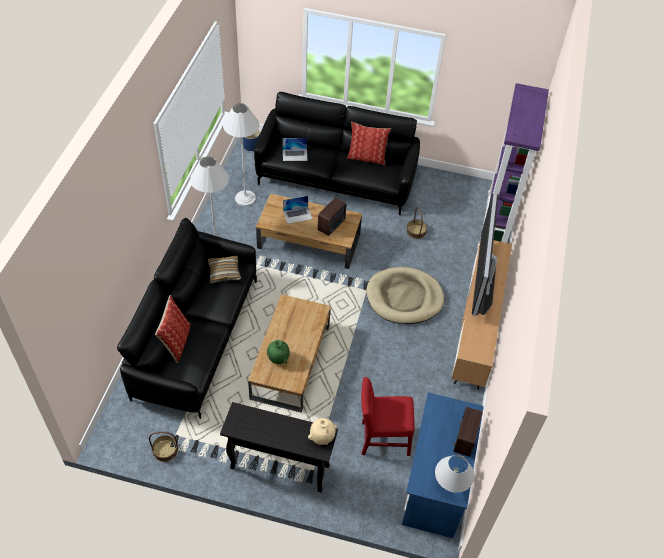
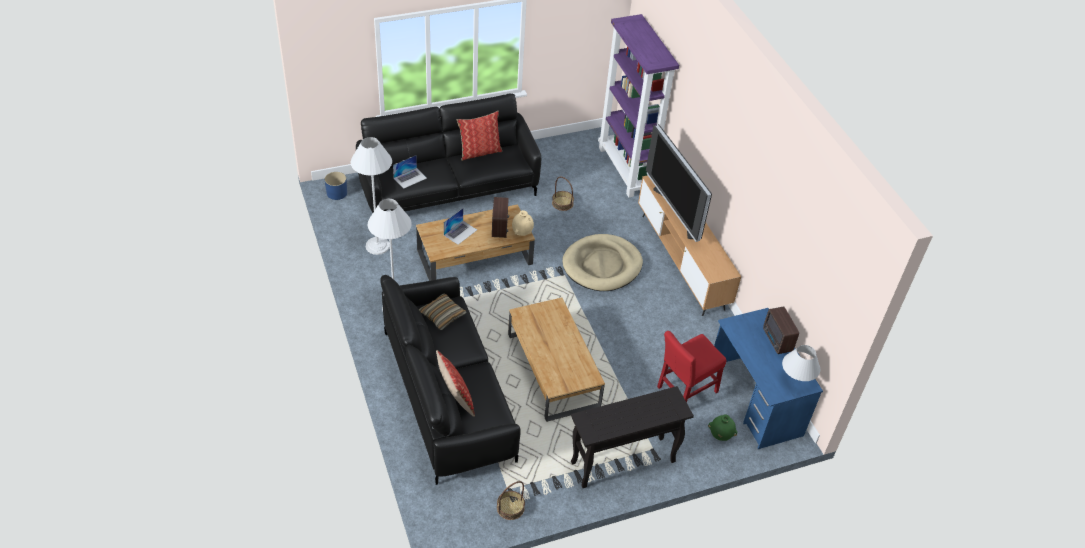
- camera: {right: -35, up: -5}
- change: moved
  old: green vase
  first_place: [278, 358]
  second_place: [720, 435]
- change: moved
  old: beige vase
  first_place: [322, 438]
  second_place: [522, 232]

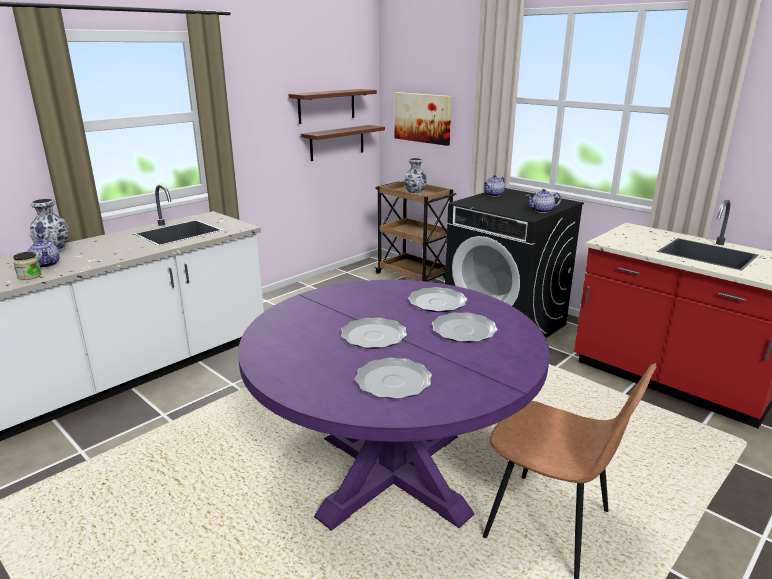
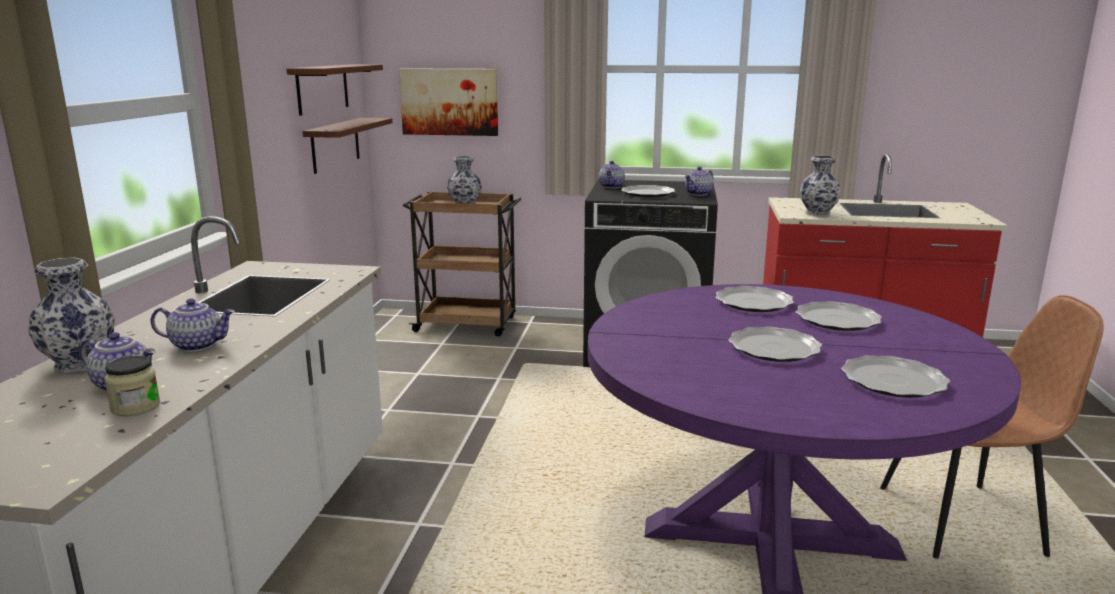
- camera: {right: -35, up: -5}
- change: added
  new: vase
  second_place: [816, 213]
- change: added
  new: plate
  second_place: [647, 193]
- change: added
  new: teapot
  second_place: [198, 345]

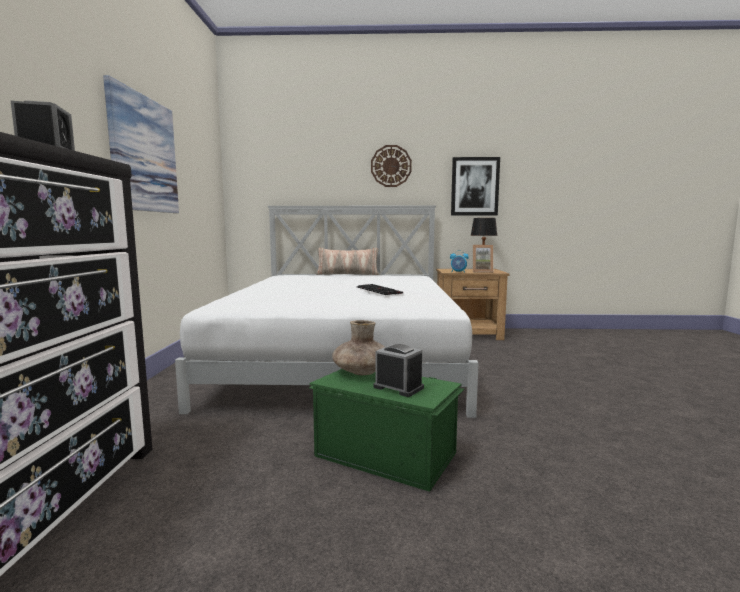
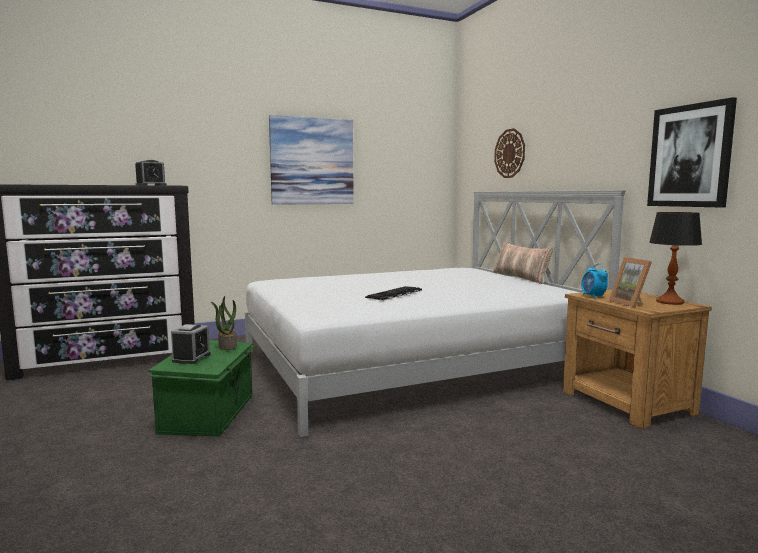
- camera: {right: 65, up: 0}
- change: moved
  old: wall clock
  first_place: [391, 166]
  second_place: [510, 153]
- change: replaced
  old: brown vase
  new: potted plant
  first_place: [361, 372]
  second_place: [227, 346]

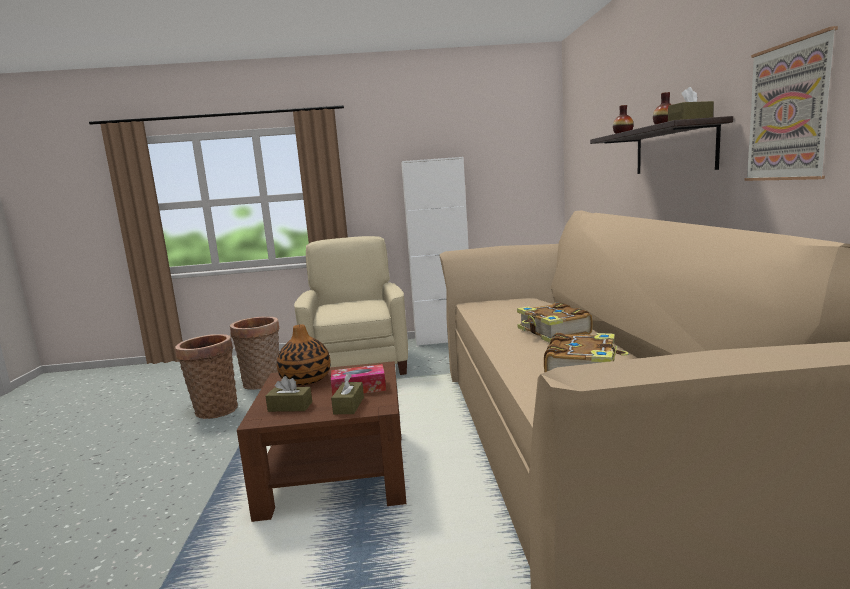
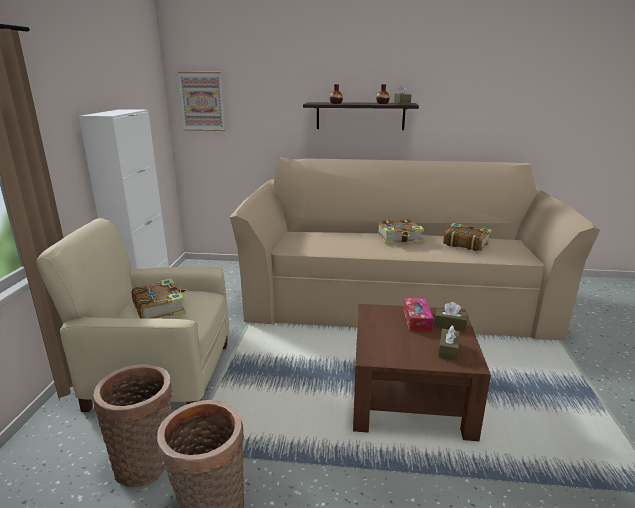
- camera: {right: -80, up: 10}
- change: moved
  old: picture
  first_place: [788, 112]
  second_place: [202, 101]
- change: removed
  old: vase
  first_place: [306, 379]
- change: added
  new: book
  second_place: [160, 307]

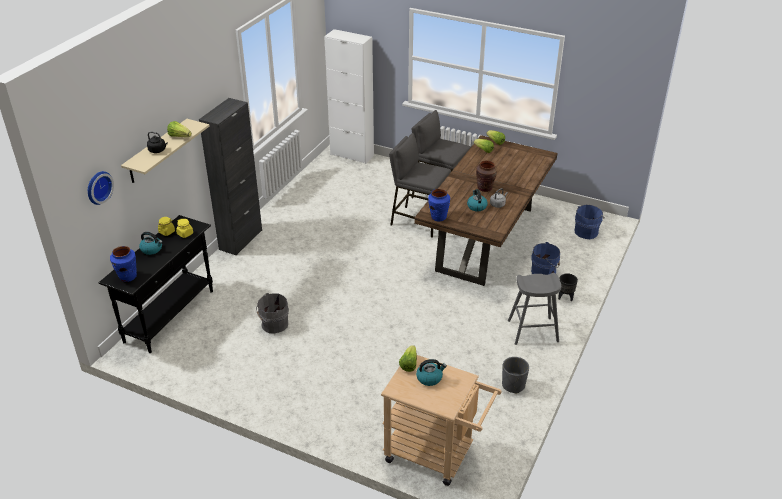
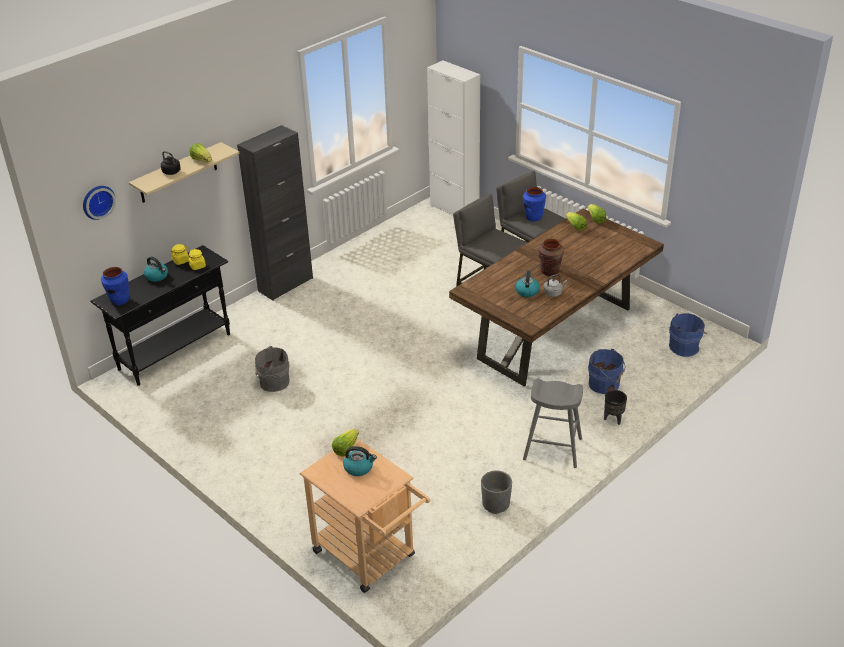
- camera: {right: 20, up: 0}
- change: moved
  old: blue vase
  first_place: [438, 217]
  second_place: [533, 217]

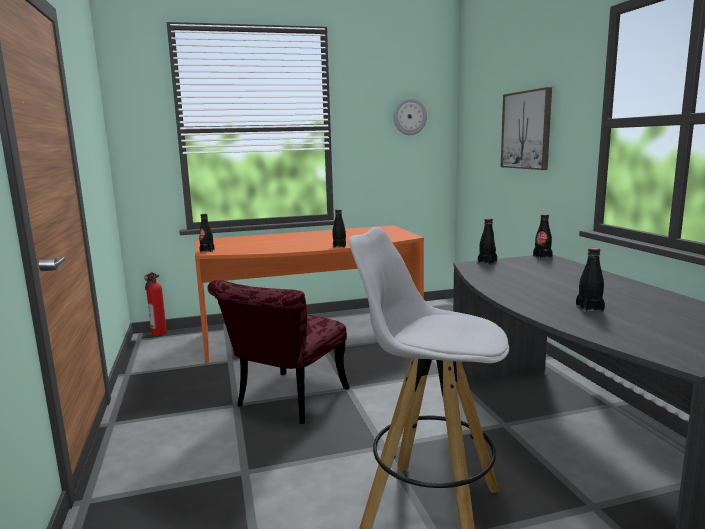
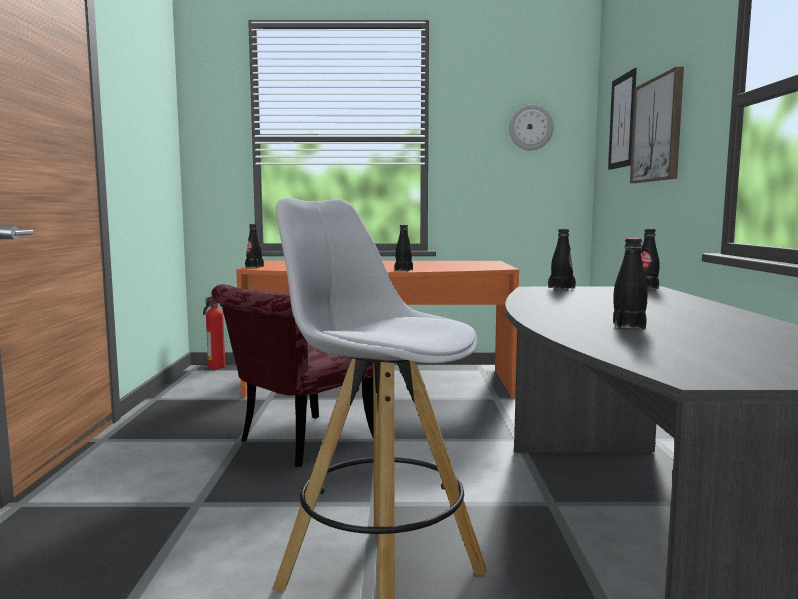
- camera: {right: 15, up: -5}
- change: added
  new: picture
  second_place: [622, 121]

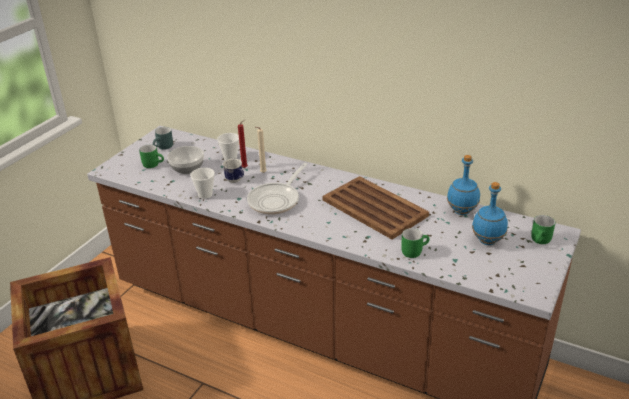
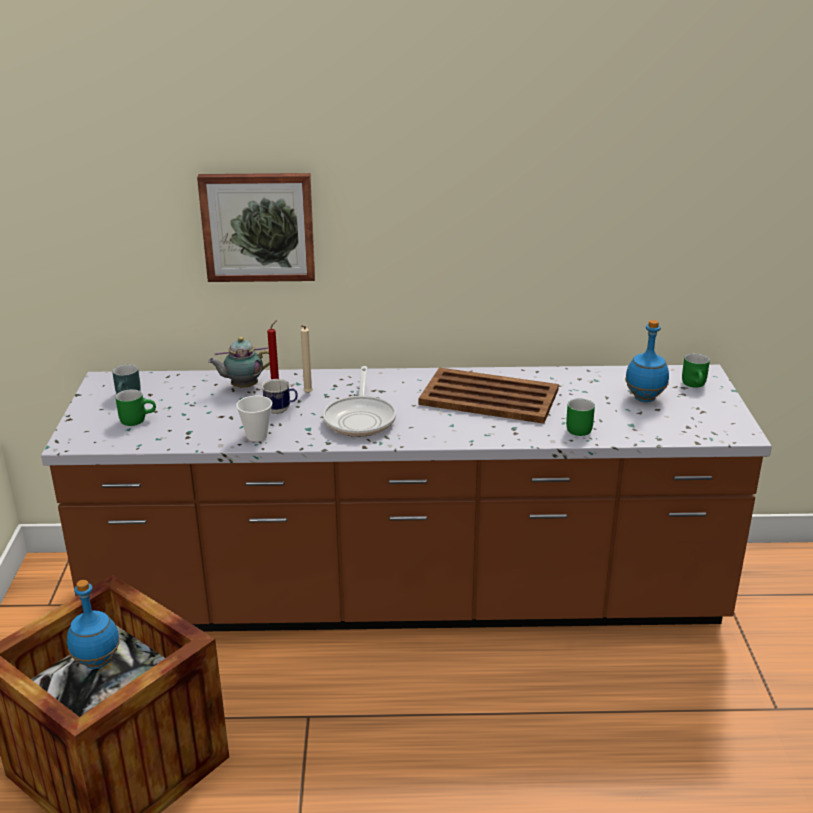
- camera: {right: -30, up: -5}
- change: replaced
  old: cup
  new: teapot
  first_place: [230, 158]
  second_place: [242, 387]
- change: removed
  old: bowl
  first_place: [188, 169]
- change: moved
  old: blue bottle
  first_place: [462, 211]
  second_place: [98, 661]
- change: added
  new: picture
  second_place: [258, 226]

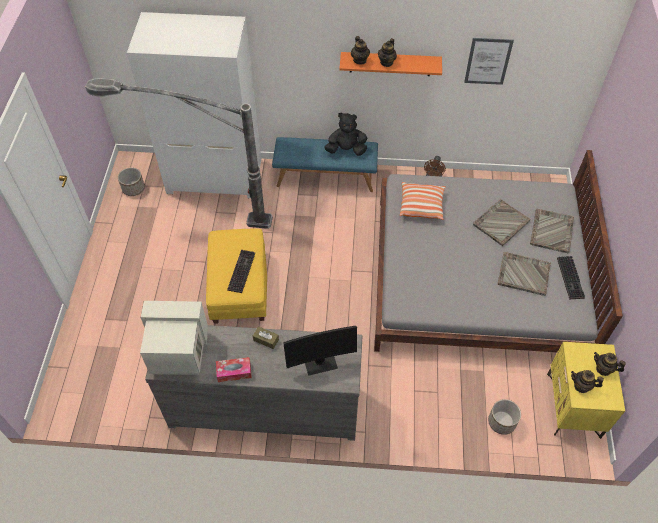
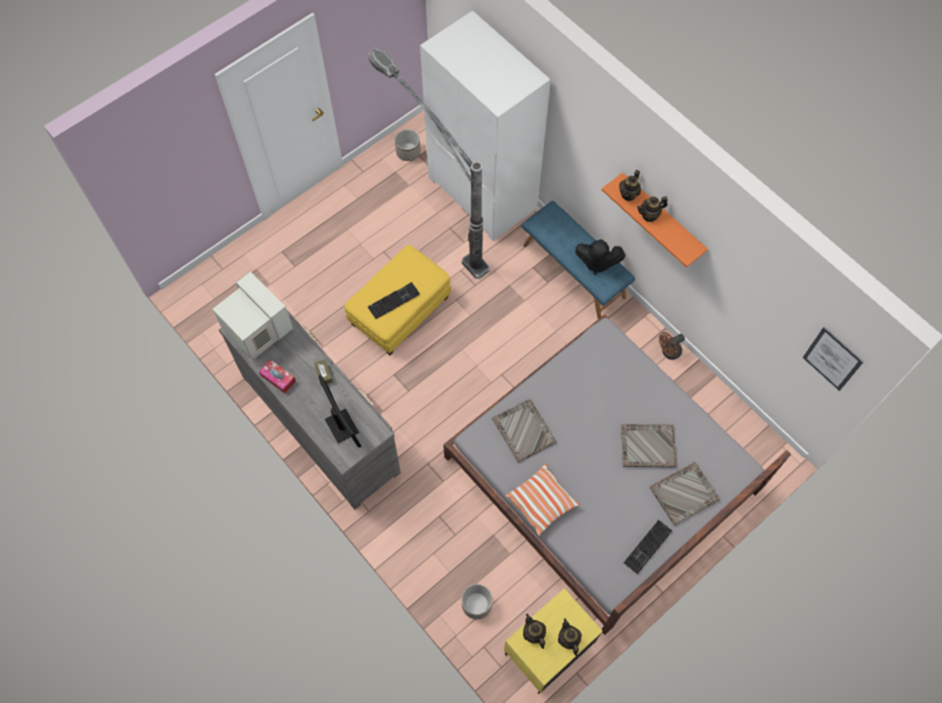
- camera: {right: 45, up: 10}
- change: moved
  old: picture
  first_place: [488, 61]
  second_place: [832, 358]
- change: turned
  old: black plush toy
  first_place: [346, 150]
  second_place: [596, 262]
  degrees: 150
- change: moved
  old: pillow
  first_place: [421, 206]
  second_place: [542, 502]
- change: moved
  old: grey tray
  first_place: [523, 274]
  second_place: [523, 430]
- change: turned
  old: monitor
  first_place: [320, 362]
  second_place: [341, 426]
  degrees: -150

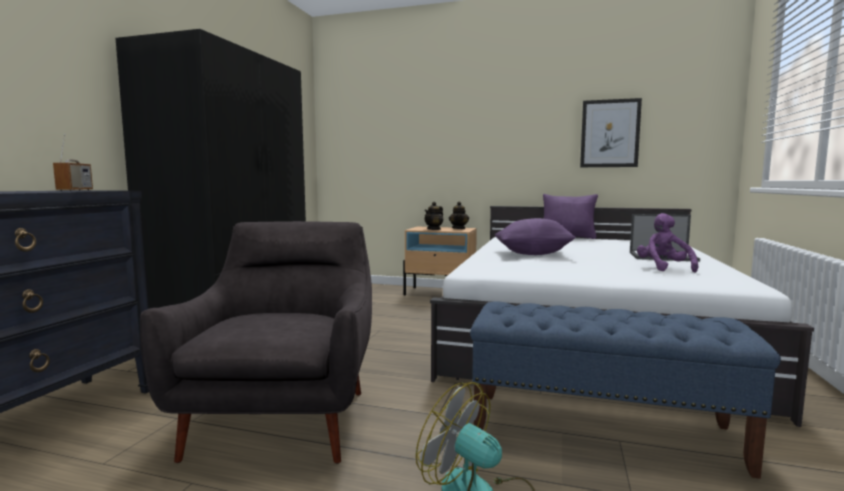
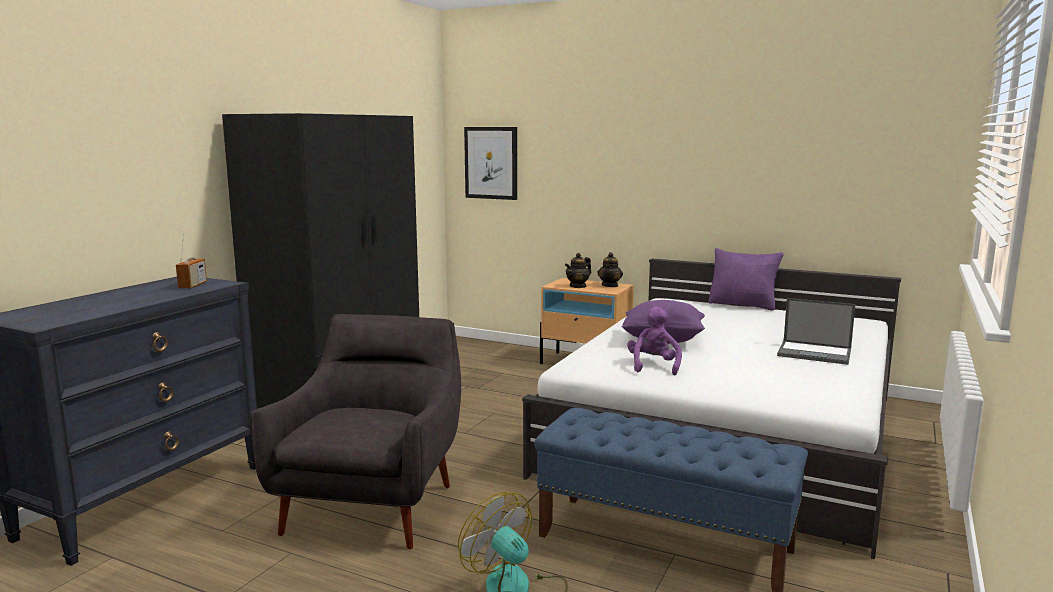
- camera: {right: 10, up: 5}
- change: moved
  old: picture
  first_place: [609, 133]
  second_place: [491, 163]
- change: moved
  old: purple plush toy
  first_place: [663, 268]
  second_place: [653, 366]

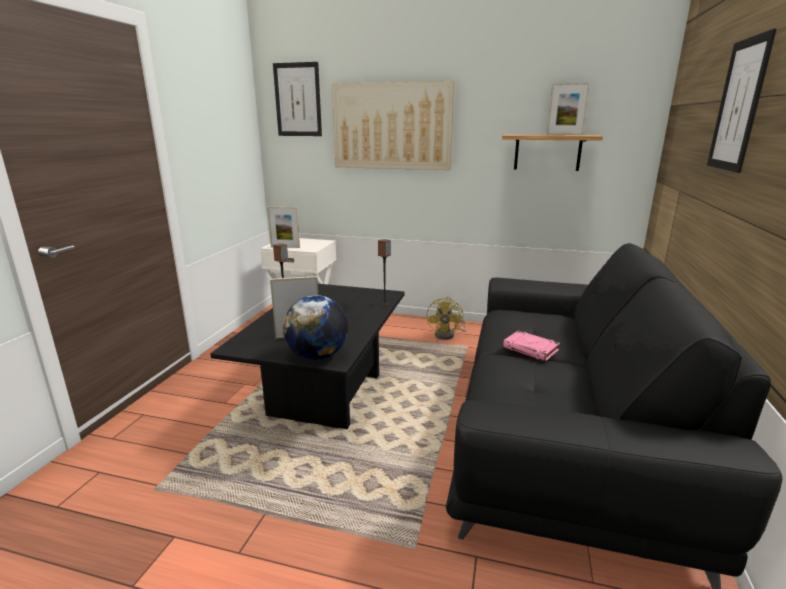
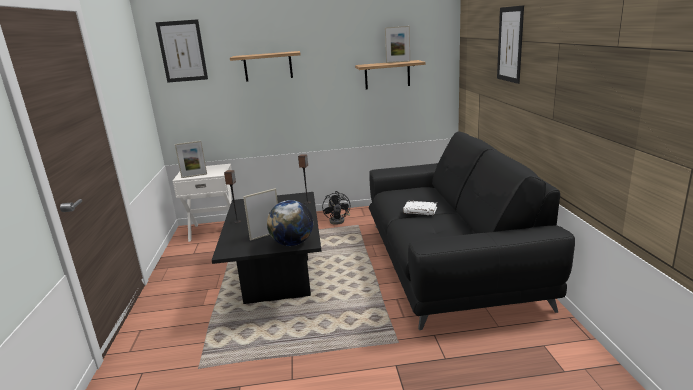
- camera: {right: -20, up: 0}
- change: replaced
  old: picture
  new: shelf
  first_place: [392, 126]
  second_place: [268, 66]
- change: recoloured
  old: yellow fan
  new: black fan
  first_place: [448, 334]
  second_place: [339, 220]
- change: recoloured
  old: pink book
  new: white book
  first_place: [531, 349]
  second_place: [420, 210]

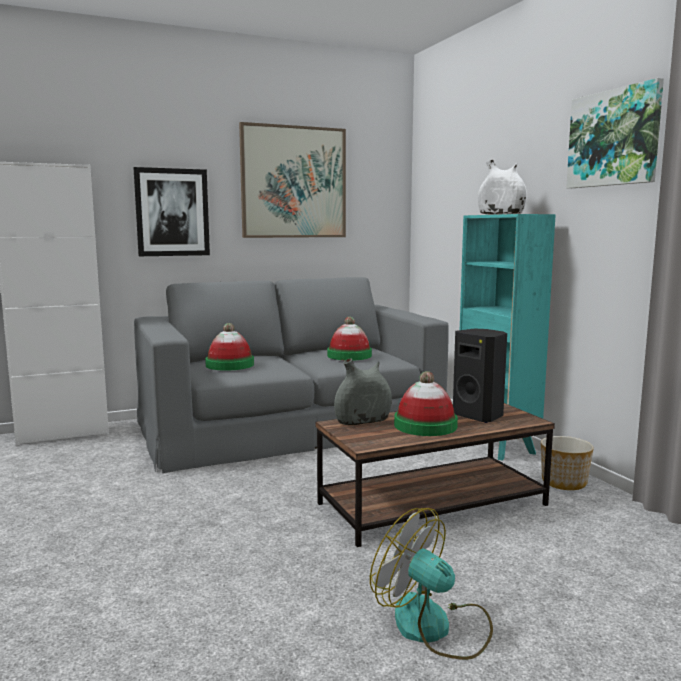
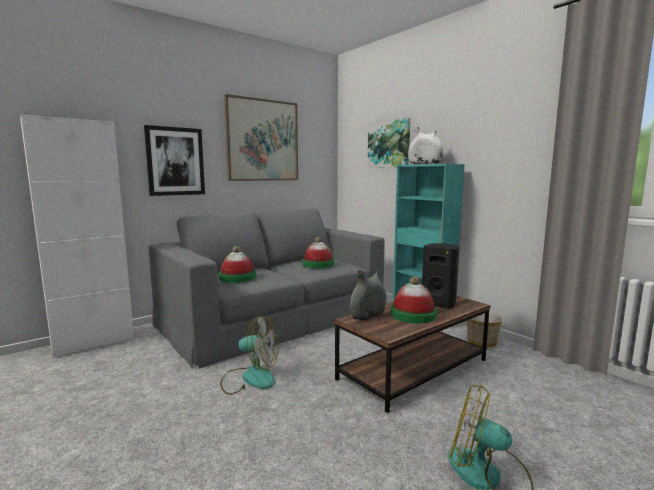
- camera: {right: -15, up: 0}
- change: moved
  old: picture
  first_place: [614, 138]
  second_place: [389, 144]
- change: added
  new: fan
  second_place: [250, 378]

